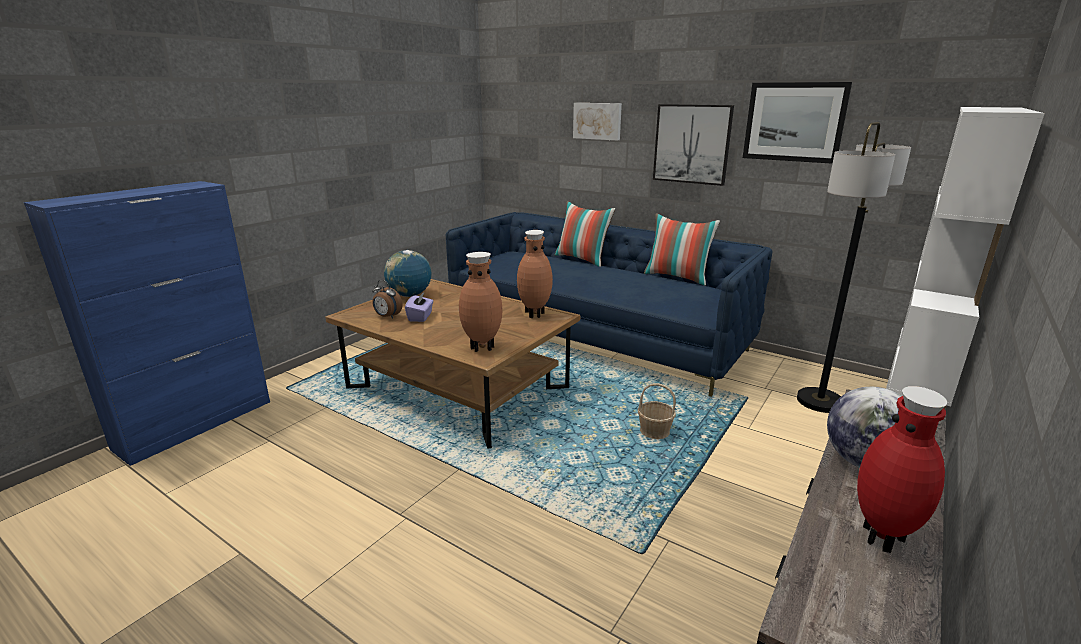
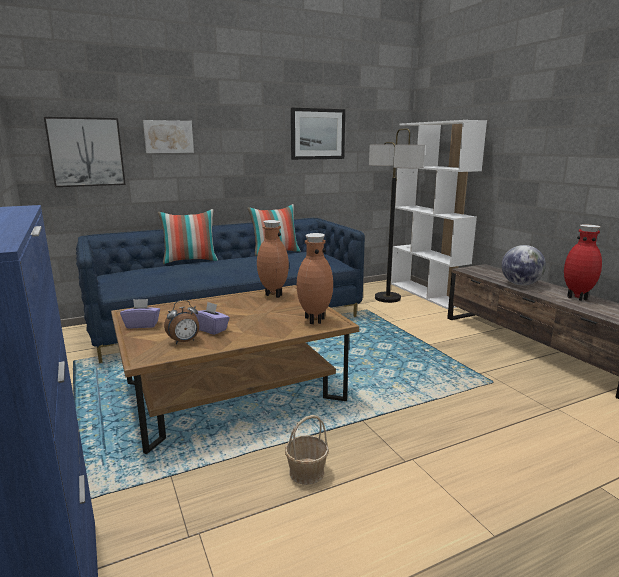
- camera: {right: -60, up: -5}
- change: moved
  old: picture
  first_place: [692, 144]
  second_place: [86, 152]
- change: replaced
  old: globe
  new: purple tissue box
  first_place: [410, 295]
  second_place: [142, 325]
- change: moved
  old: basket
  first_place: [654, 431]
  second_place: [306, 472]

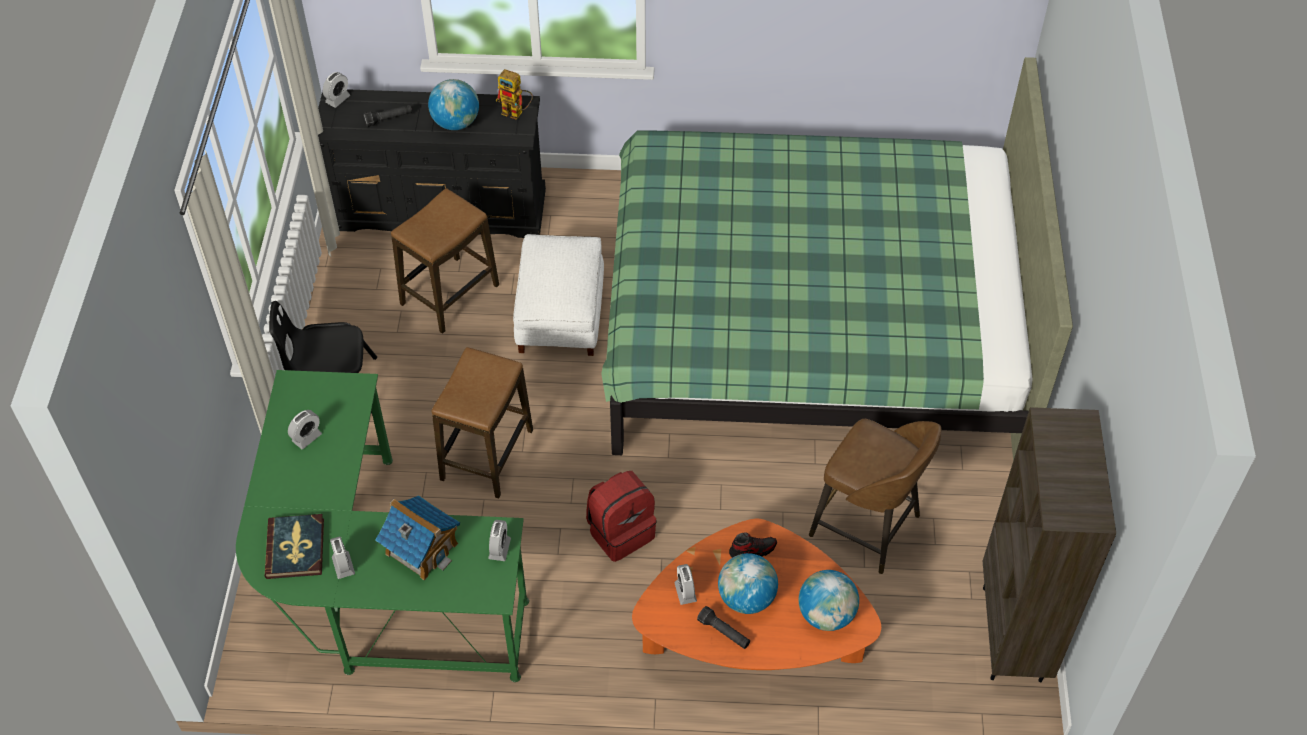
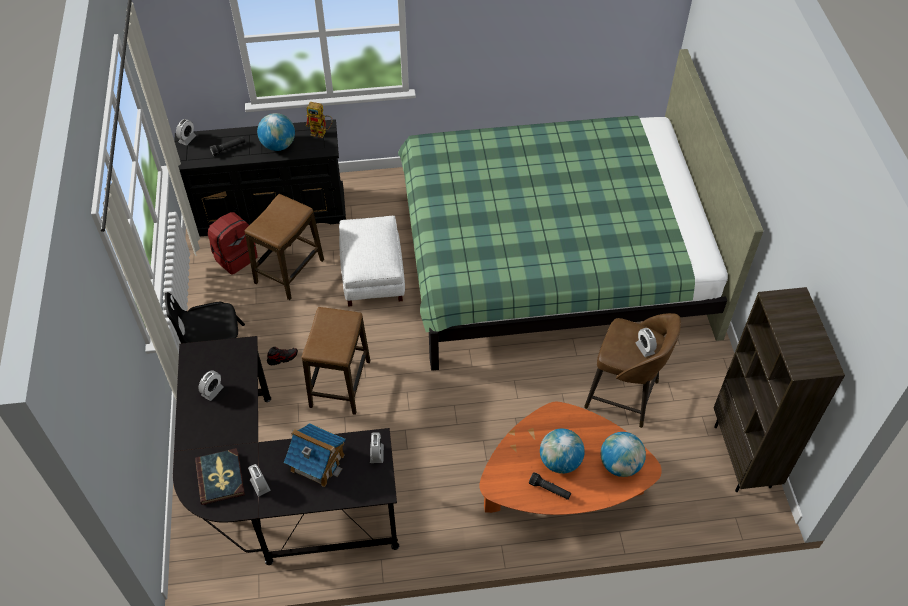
- camera: {right: -10, up: 0}
- change: recoloured
  old: green desk
  new: black desk
  first_place: [374, 586]
  second_place: [276, 494]
- change: moved
  old: red backpack
  first_place: [621, 532]
  second_place: [235, 257]
- change: moved
  old: shoe
  first_place: [752, 550]
  second_place: [282, 358]
- change: moved
  old: alarm clock
  first_place: [685, 592]
  second_place: [645, 348]

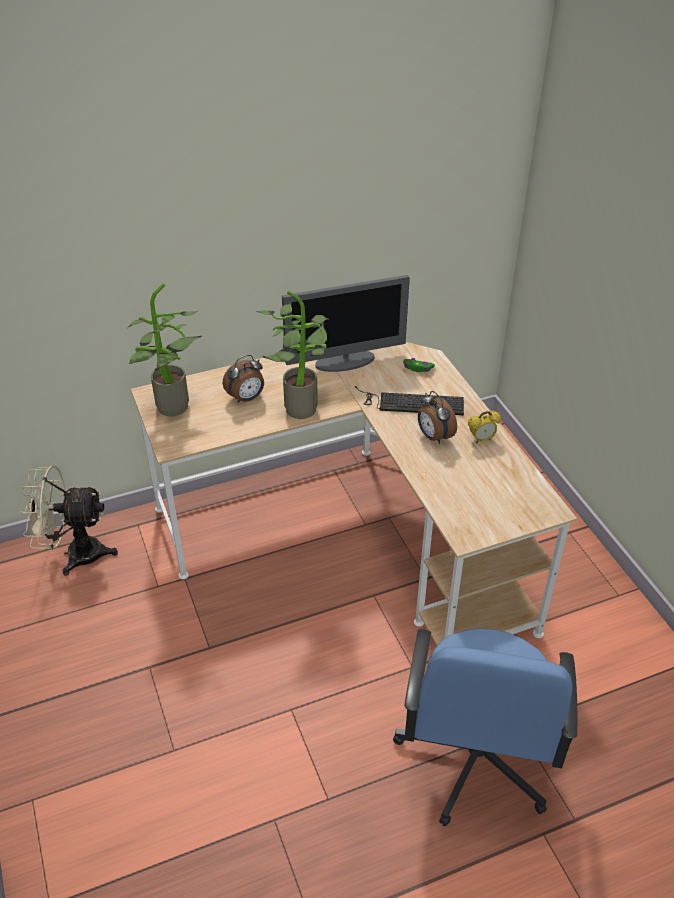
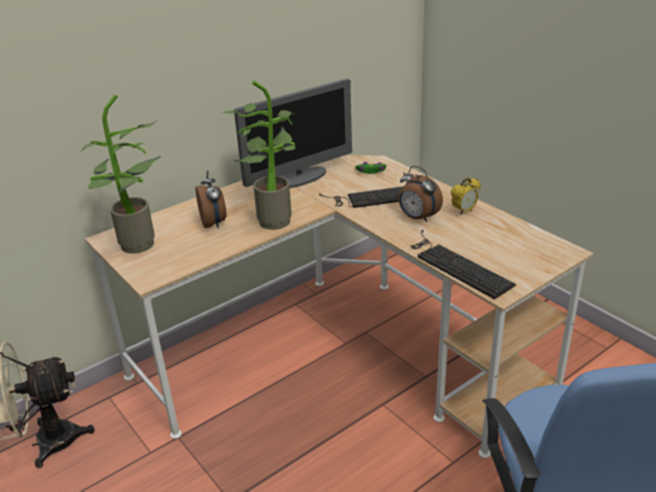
- camera: {right: -15, up: -10}
- change: turned
  old: alarm clock
  first_place: [246, 398]
  second_place: [214, 223]
  degrees: -60
- change: added
  new: keyboard
  second_place: [456, 265]

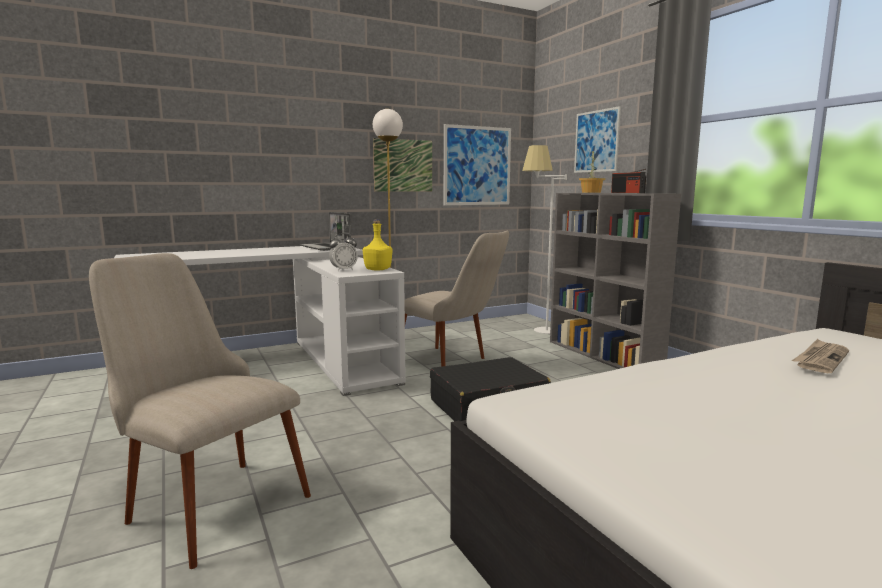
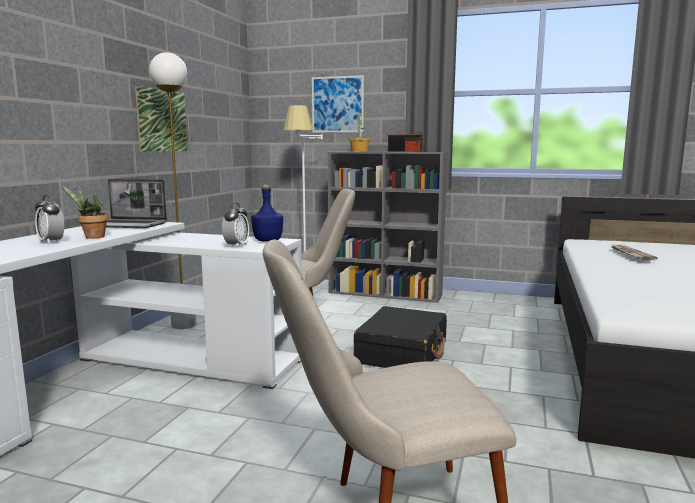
- camera: {right: -45, up: 0}
- change: removed
  old: picture
  first_place: [477, 166]
- change: recoloured
  old: yellow bottle
  new: blue bottle
  first_place: [378, 269]
  second_place: [267, 240]
- change: added
  new: potted plant
  second_place: [92, 237]
- change: added
  new: alarm clock
  second_place: [51, 242]

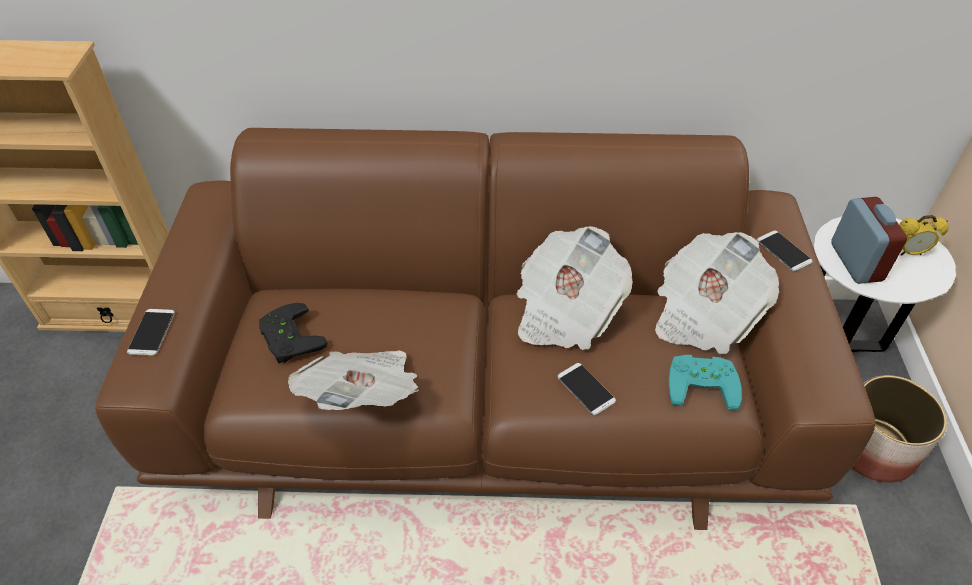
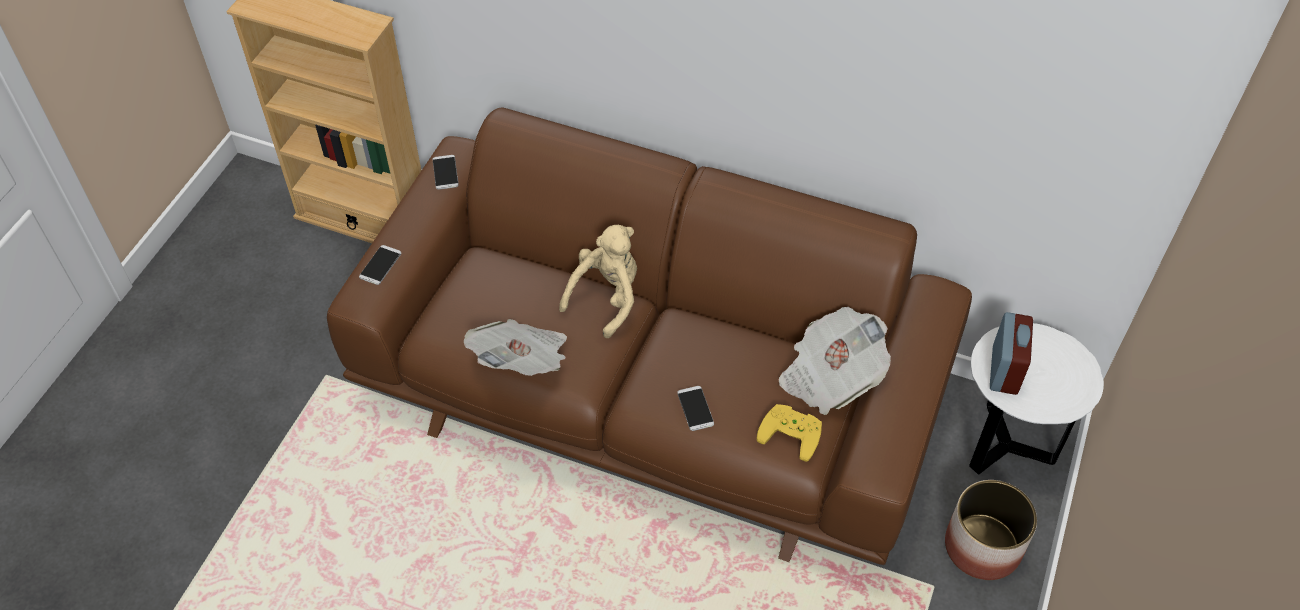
- camera: {right: 20, up: 5}
- change: removed
  old: alarm clock
  first_place: [909, 252]
- change: removed
  old: newspaper
  first_place: [565, 311]
- change: moved
  old: phone
  first_place: [784, 251]
  second_place: [445, 172]
- change: removed
  old: black game controller
  first_place: [287, 338]
- change: recoloured
  old: turquoise game controller
  new: yellow game controller
  first_place: [702, 382]
  second_place: [792, 431]
- change: added
  new: beige plush toy
  second_place: [607, 297]

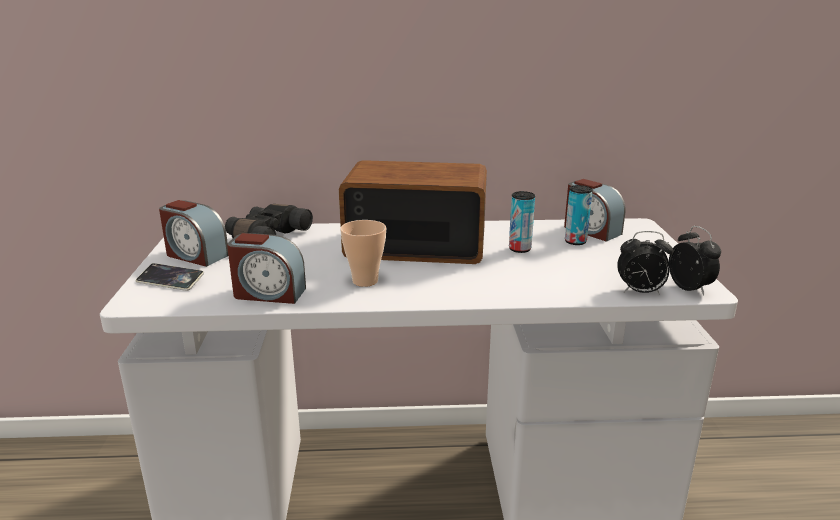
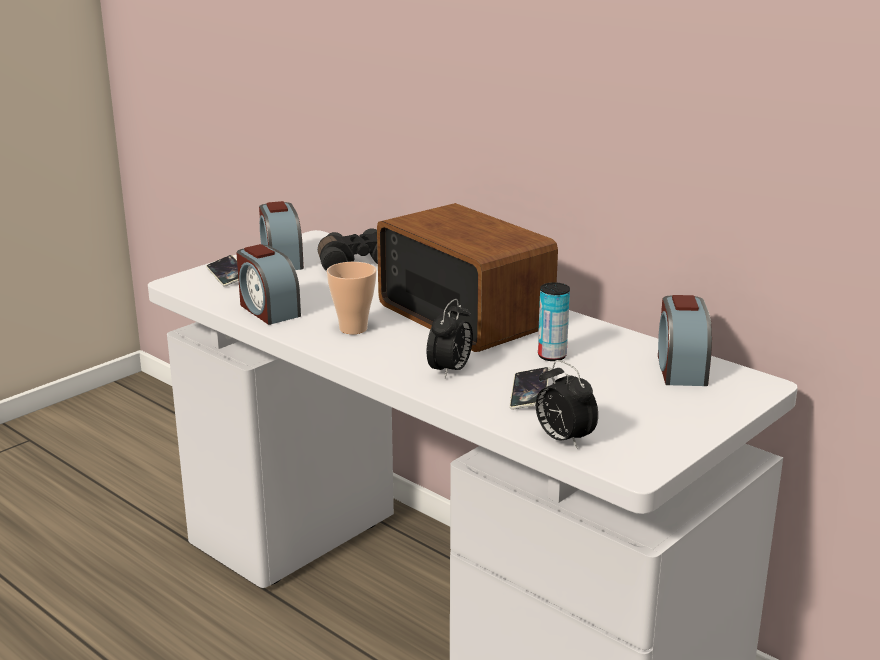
- camera: {right: 45, up: 0}
- change: removed
  old: can
  first_place: [575, 241]
- change: moved
  old: alarm clock
  first_place: [690, 289]
  second_place: [450, 371]
- change: added
  new: phone
  second_place: [529, 393]

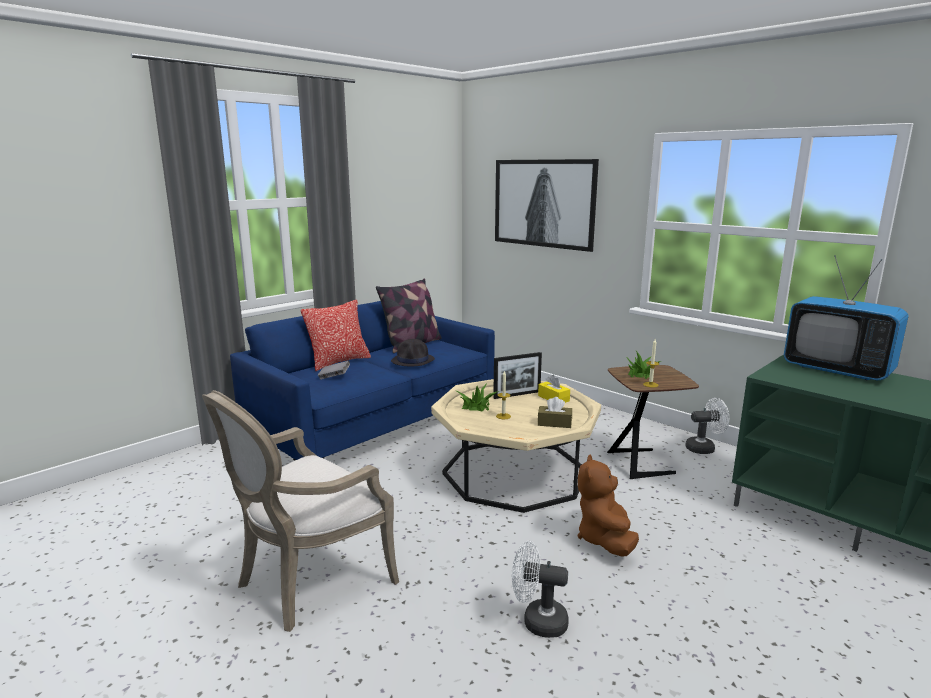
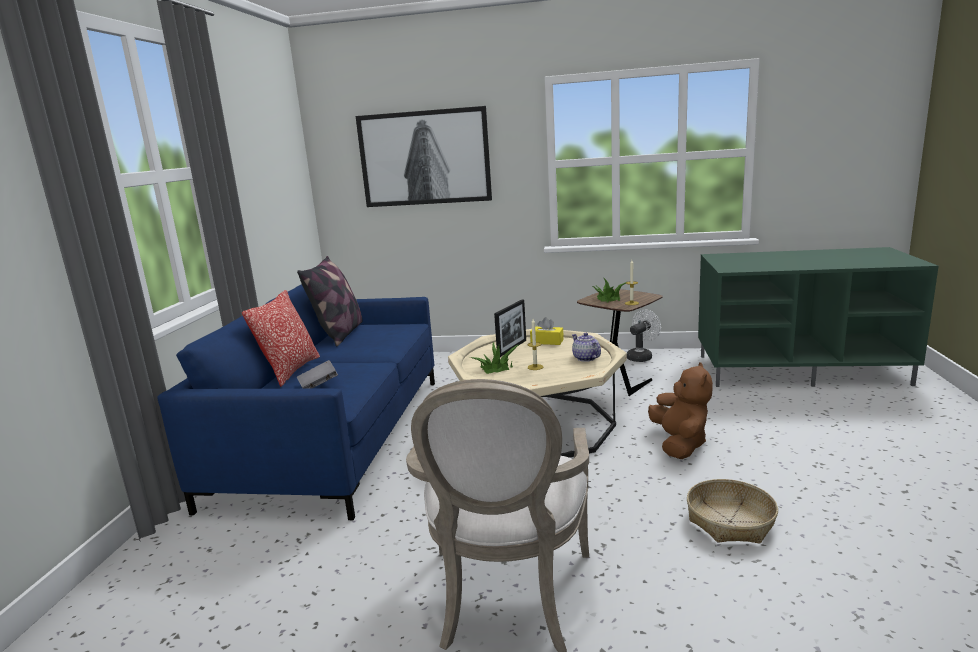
- camera: {right: -35, up: 0}
- change: removed
  old: television
  first_place: [837, 370]
- change: removed
  old: black hat
  first_place: [413, 360]
- change: replaced
  old: brown tissue box
  new: teapot
  first_place: [554, 423]
  second_place: [585, 358]
- change: turned
  old: brown plush toy
  first_place: [604, 539]
  second_place: [680, 444]
  degrees: -150
- change: replaced
  old: white fan
  new: basket
  first_place: [537, 621]
  second_place: [730, 521]

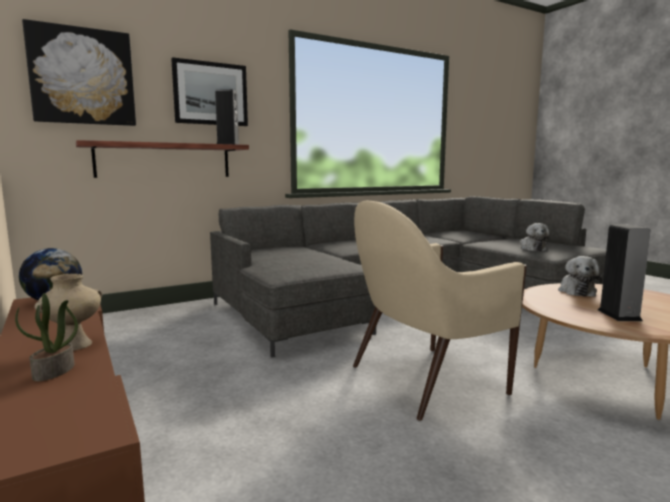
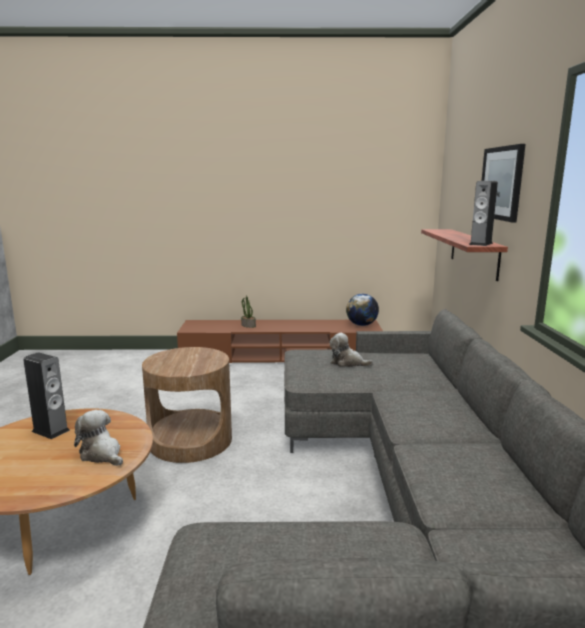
- camera: {right: 120, up: 5}
- change: removed
  old: picture
  first_place: [82, 76]
- change: replaced
  old: beige armchair
  new: brown side table
  first_place: [423, 380]
  second_place: [191, 440]
- change: moved
  old: plush toy
  first_place: [532, 248]
  second_place: [347, 363]
- change: removed
  old: beige vase
  first_place: [75, 345]

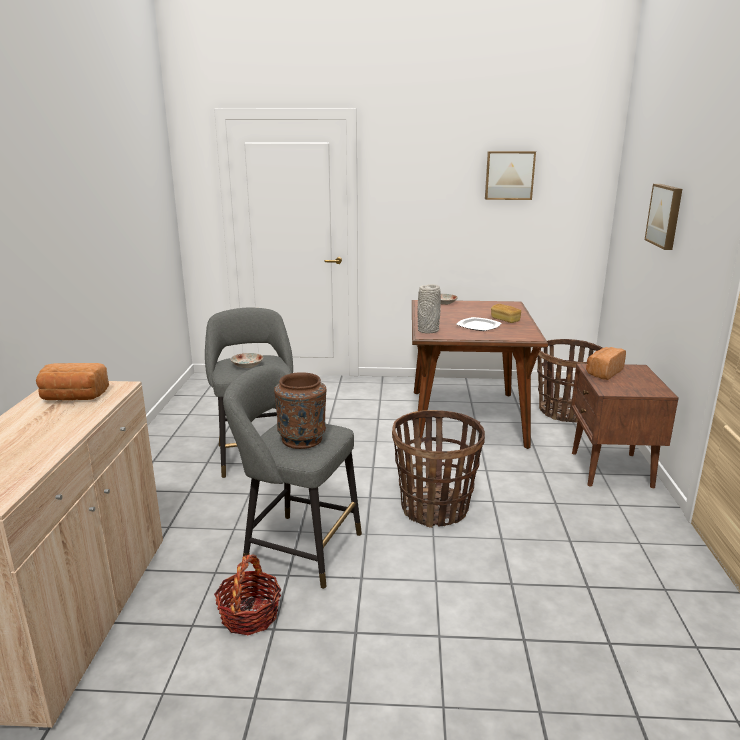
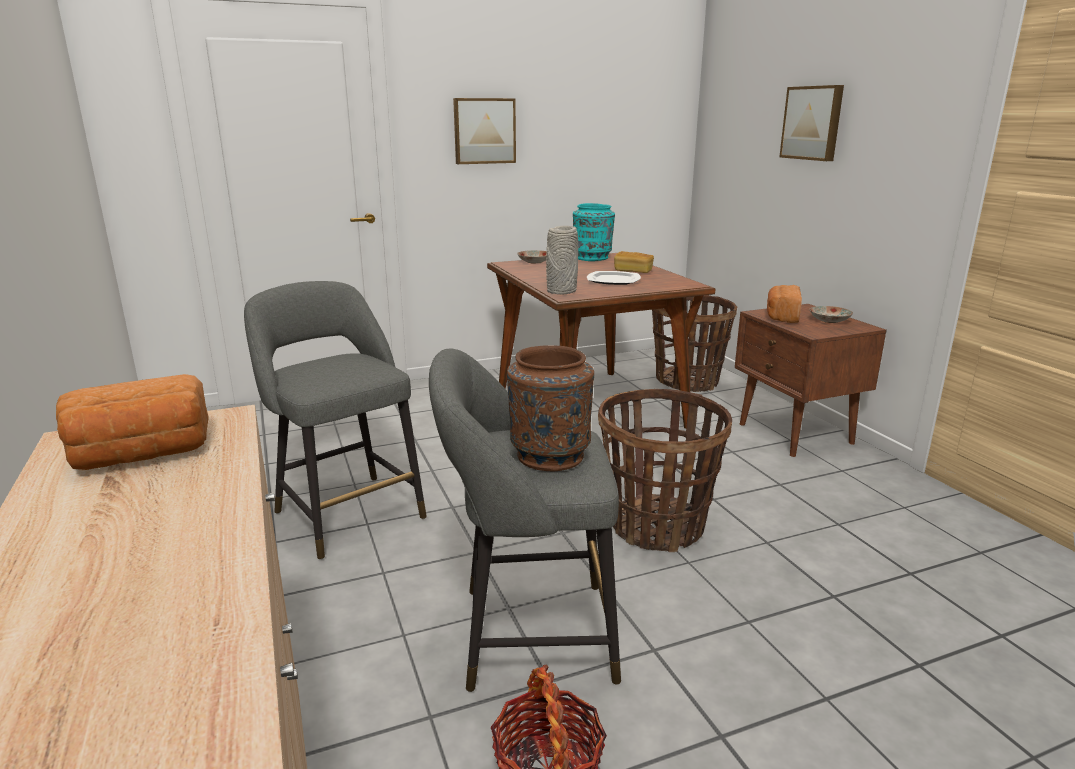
- camera: {right: -25, up: 0}
- change: moved
  old: picture
  first_place: [509, 175]
  second_place: [484, 131]
- change: moved
  old: plate
  first_place: [246, 365]
  second_place: [829, 321]
- change: added
  new: turquoise vase
  second_place: [592, 258]

